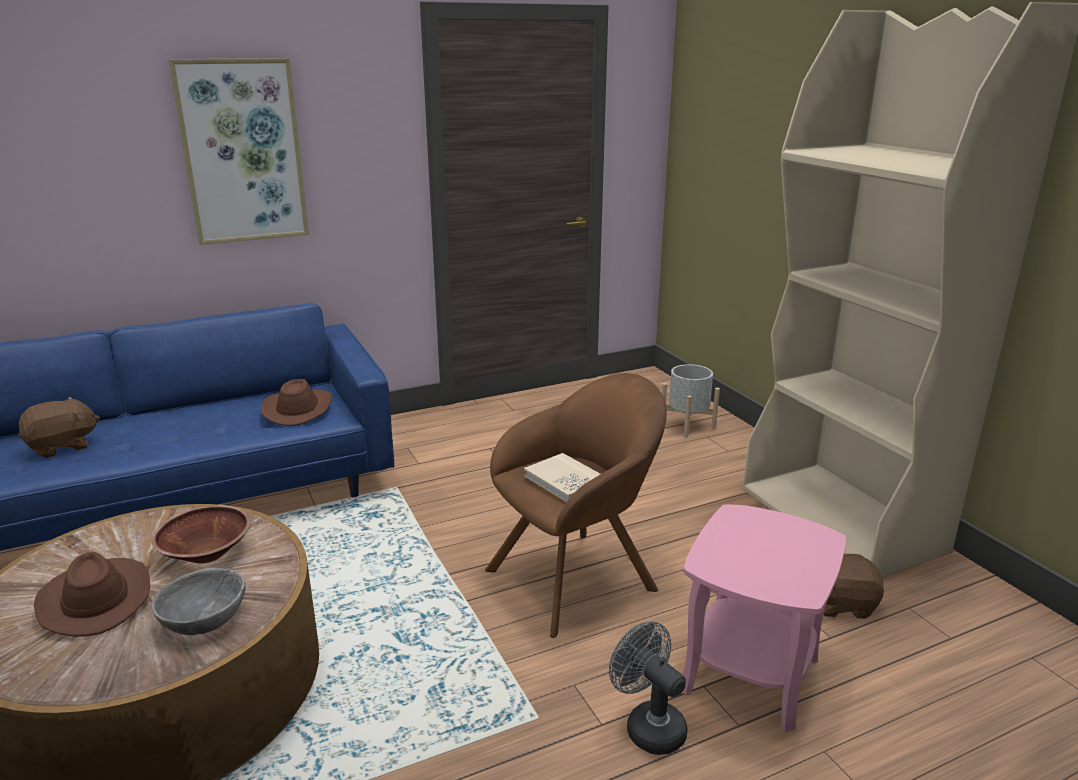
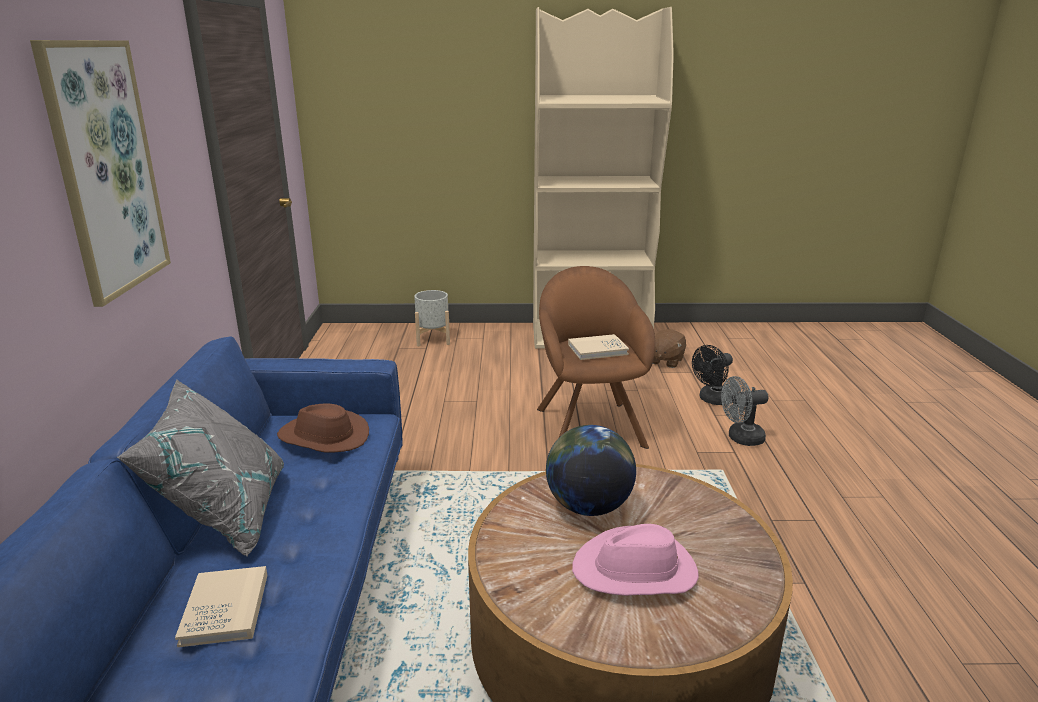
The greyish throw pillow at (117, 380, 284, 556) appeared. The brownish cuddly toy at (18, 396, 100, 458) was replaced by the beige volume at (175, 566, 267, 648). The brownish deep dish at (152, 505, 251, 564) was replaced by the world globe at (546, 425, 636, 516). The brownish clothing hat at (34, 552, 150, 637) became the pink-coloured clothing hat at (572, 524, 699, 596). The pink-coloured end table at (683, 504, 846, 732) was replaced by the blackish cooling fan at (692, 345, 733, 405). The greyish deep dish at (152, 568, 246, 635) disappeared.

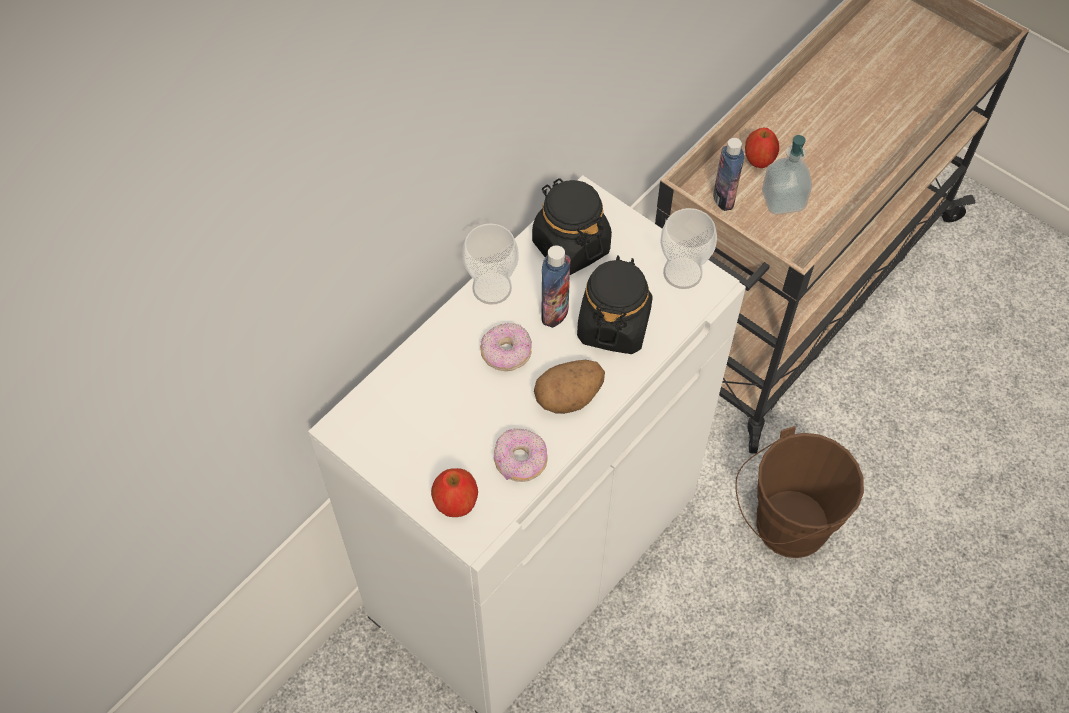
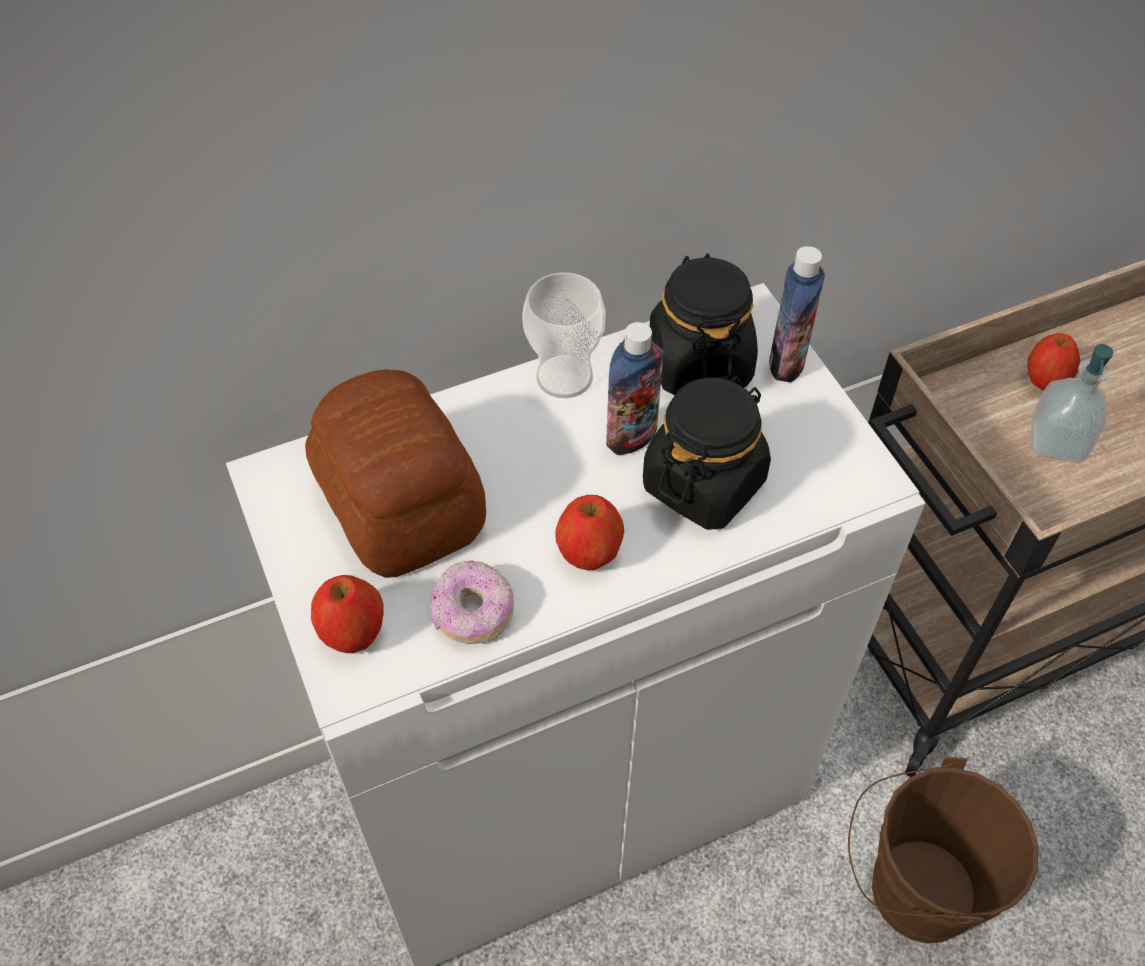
The bakery bread at (305, 370, 486, 578) appeared. The whole potato at (534, 360, 605, 414) was replaced by the apple at (555, 495, 624, 571). The drink bottle moved from (713, 138, 744, 211) to (769, 246, 825, 382). The doughnut at (480, 323, 532, 371) disappeared. The drinking cup at (660, 208, 717, 289) disappeared.

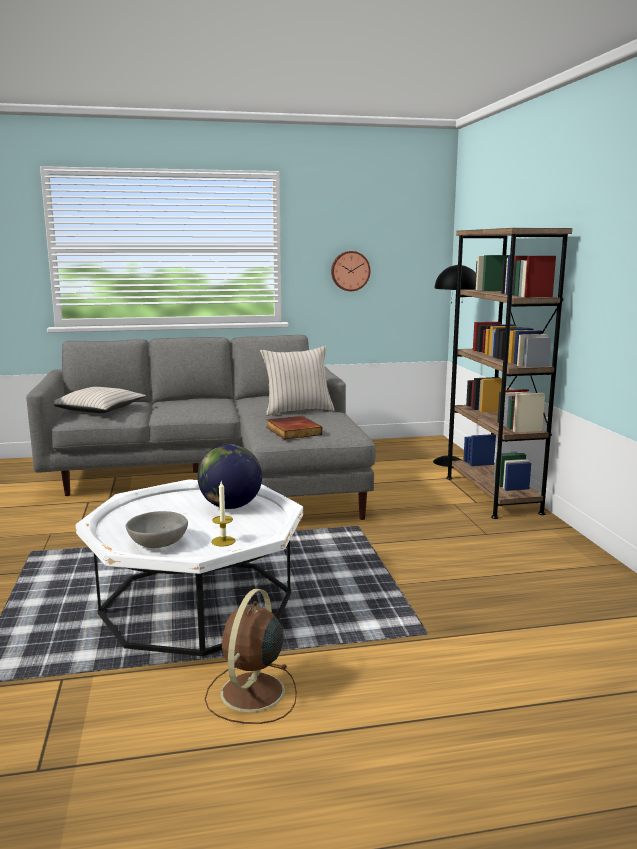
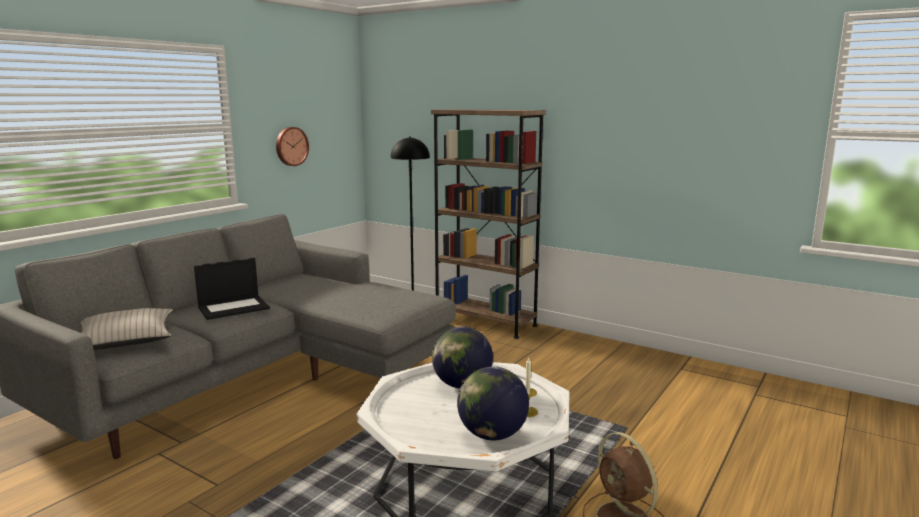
The notebook computer at (194, 258, 270, 320) appeared. The greyish deep dish at (126, 511, 188, 548) was replaced by the world globe at (457, 366, 529, 440). The beige throw pillow at (260, 346, 335, 416) disappeared. The volume at (266, 416, 322, 439) disappeared.

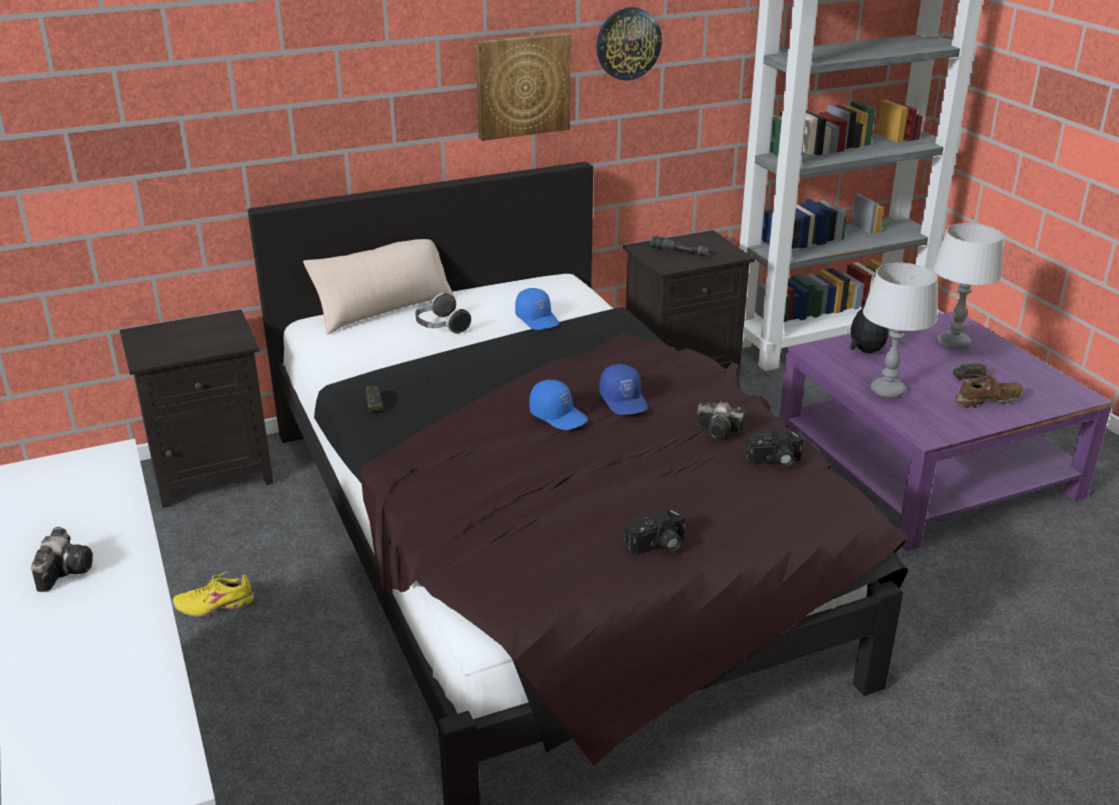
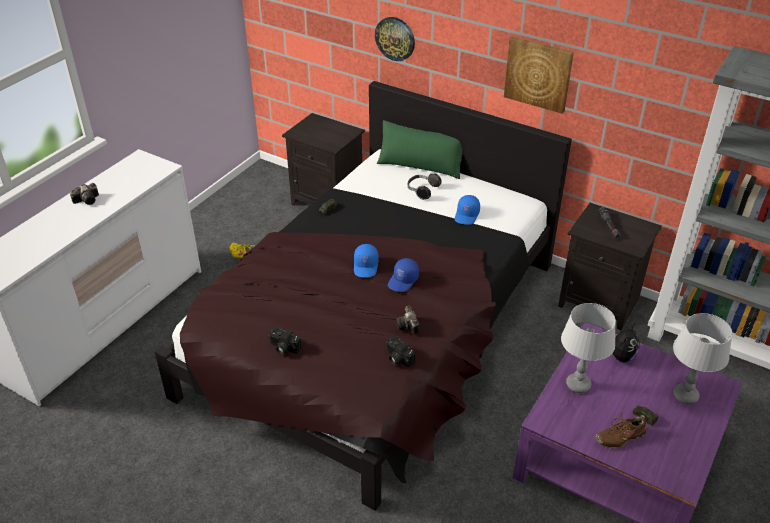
The hanging clock moved from (597, 7, 662, 81) to (375, 17, 415, 61). The beige throw pillow at (303, 239, 455, 334) became the greenish throw pillow at (377, 120, 463, 179). The brownish shoe at (956, 365, 1024, 408) turned 120 degrees clockwise.

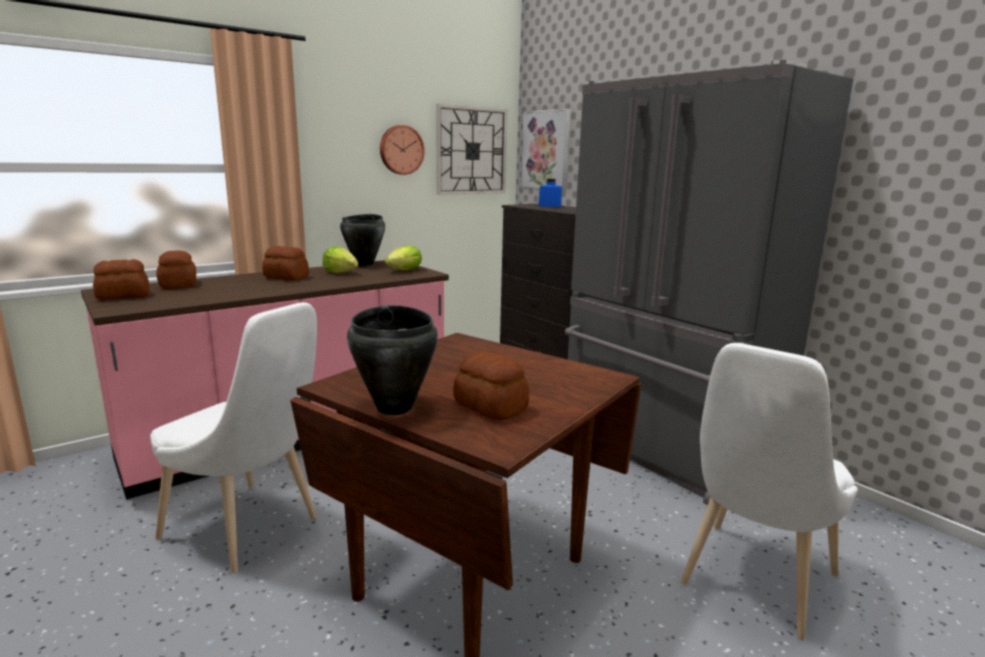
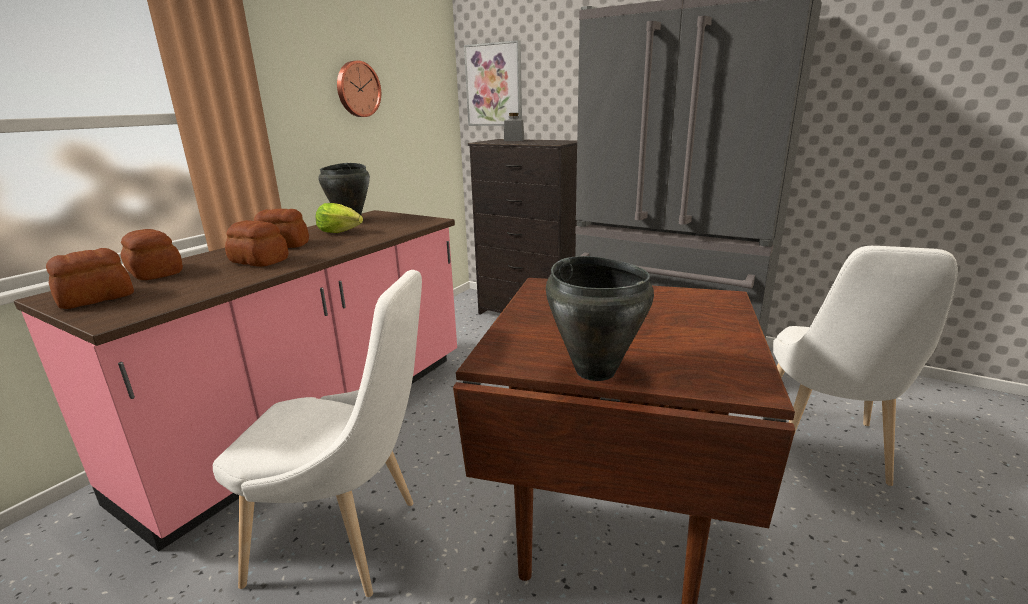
The bakery bread moved from (453, 351, 529, 420) to (225, 220, 289, 267). The blue-coloured storage jar at (538, 179, 562, 207) became the greyish storage jar at (504, 113, 524, 141). The head of lettuce at (385, 246, 422, 270) disappeared. The hanging clock at (436, 104, 508, 195) disappeared.

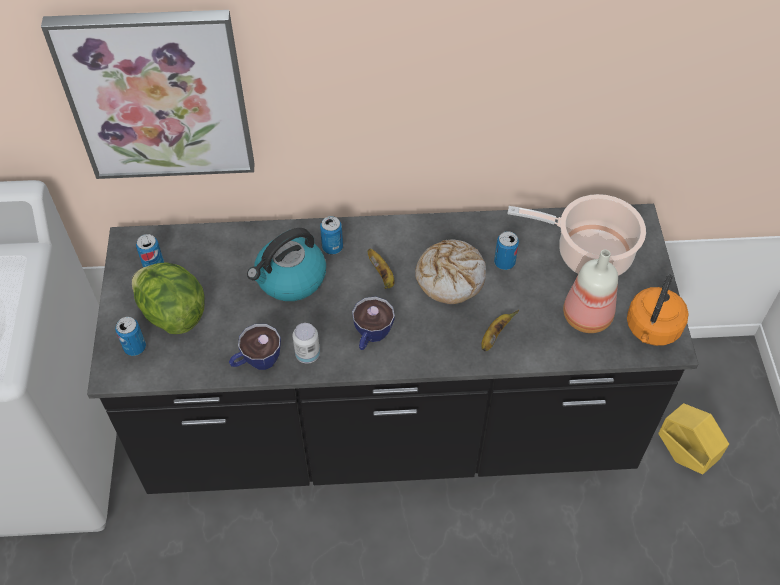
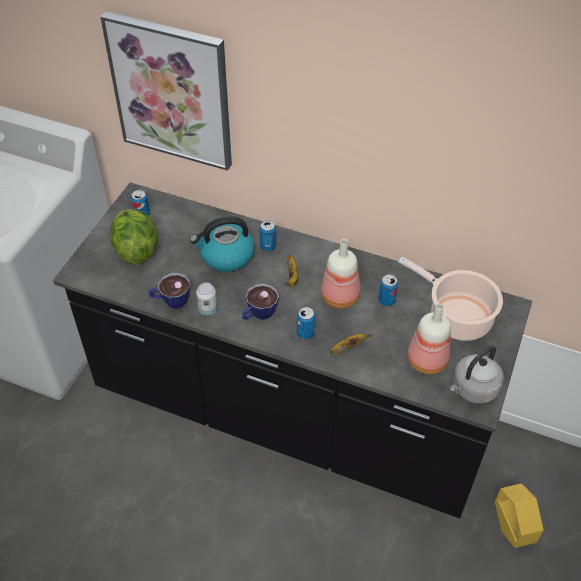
The sealed can moved from (115, 317, 146, 356) to (297, 307, 315, 339). The bakery bread at (415, 240, 486, 304) was replaced by the drink bottle at (321, 239, 360, 308). The orangey kettle at (627, 274, 688, 346) became the greyish kettle at (450, 345, 504, 404).

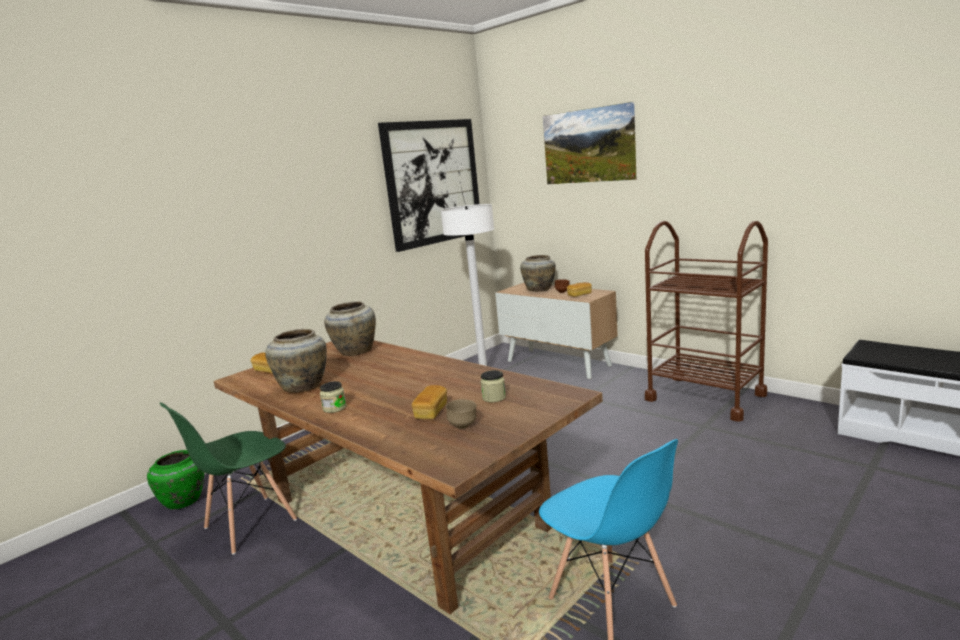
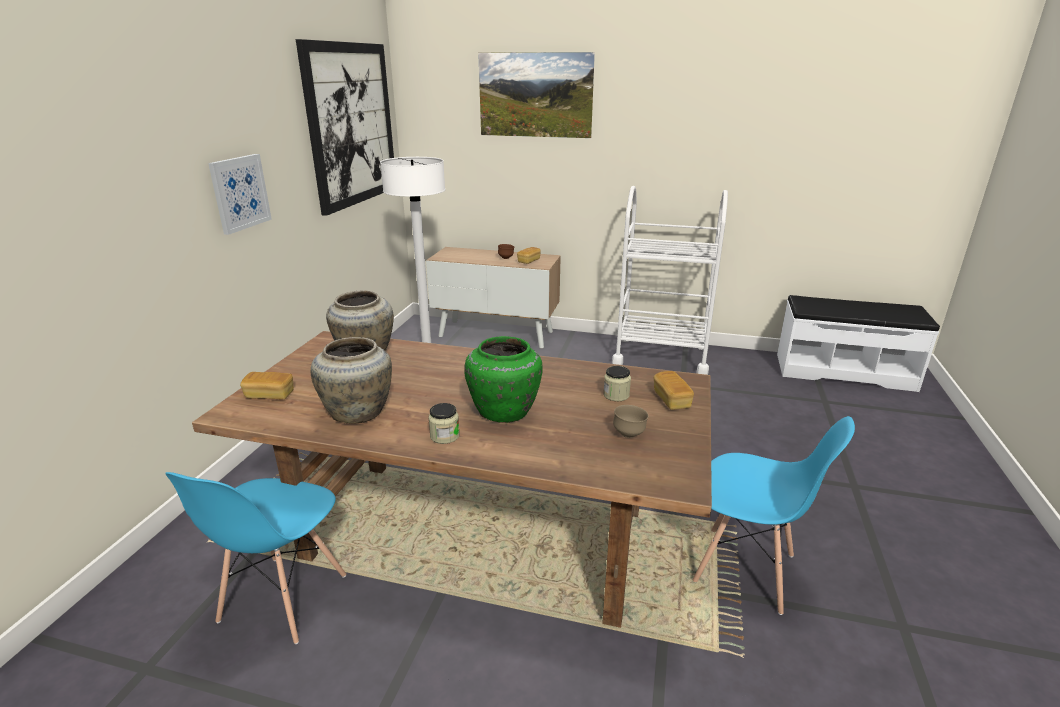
The greenish chair at (160, 402, 297, 555) became the blue-coloured chair at (165, 472, 346, 644). The wall picture at (208, 154, 272, 235) appeared. The greenish flower vase moved from (147, 450, 204, 509) to (464, 336, 543, 423). The brownish cart at (645, 221, 768, 422) became the white cart at (612, 186, 728, 375). The bakery bread moved from (412, 385, 447, 419) to (654, 371, 694, 410). The beige flower vase at (520, 255, 556, 292) disappeared.

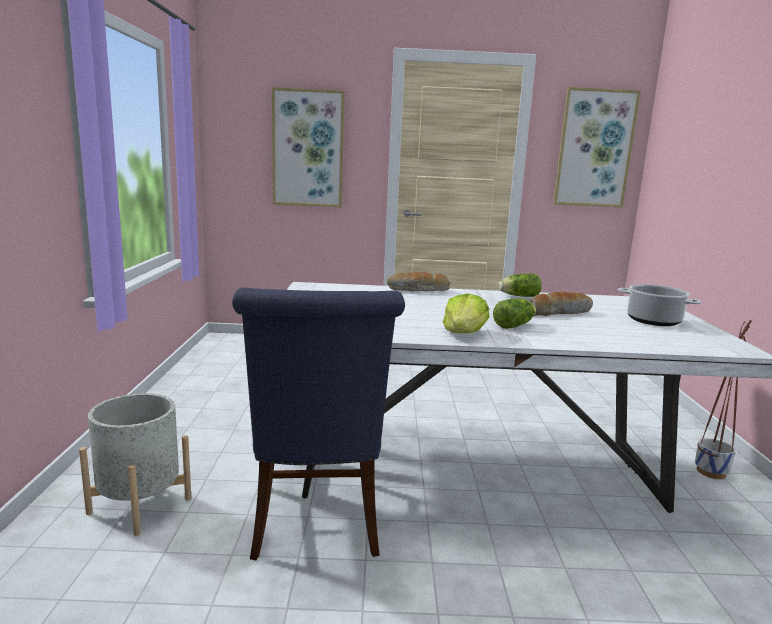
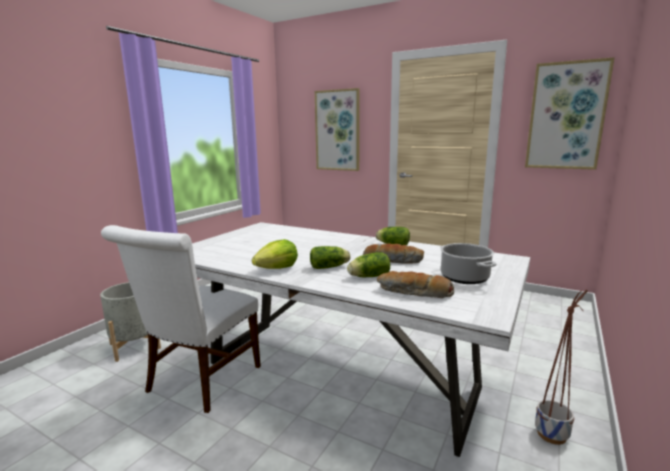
The blue-coloured chair at (232, 288, 405, 560) became the white chair at (101, 225, 261, 413). The head of lettuce at (347, 252, 390, 277) appeared. The bakery bread moved from (387, 272, 450, 291) to (377, 271, 454, 298).

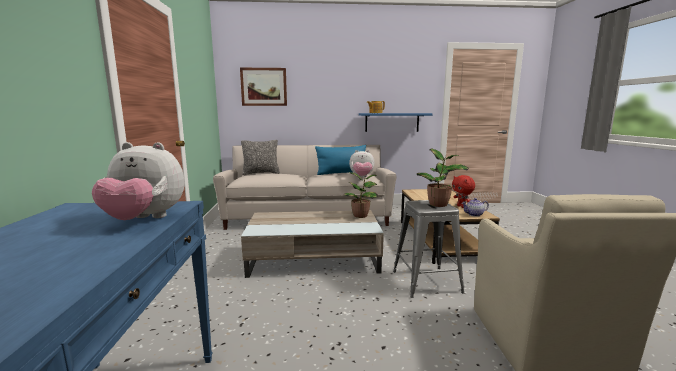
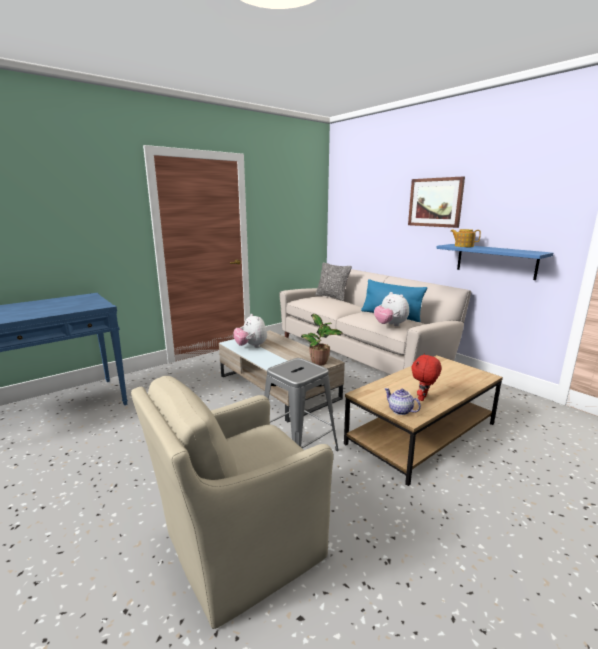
The cuddly toy moved from (92, 142, 185, 220) to (233, 314, 267, 348). The wall picture moved from (240, 68, 287, 106) to (408, 176, 465, 228). The plant in a pot at (417, 149, 469, 207) disappeared.

